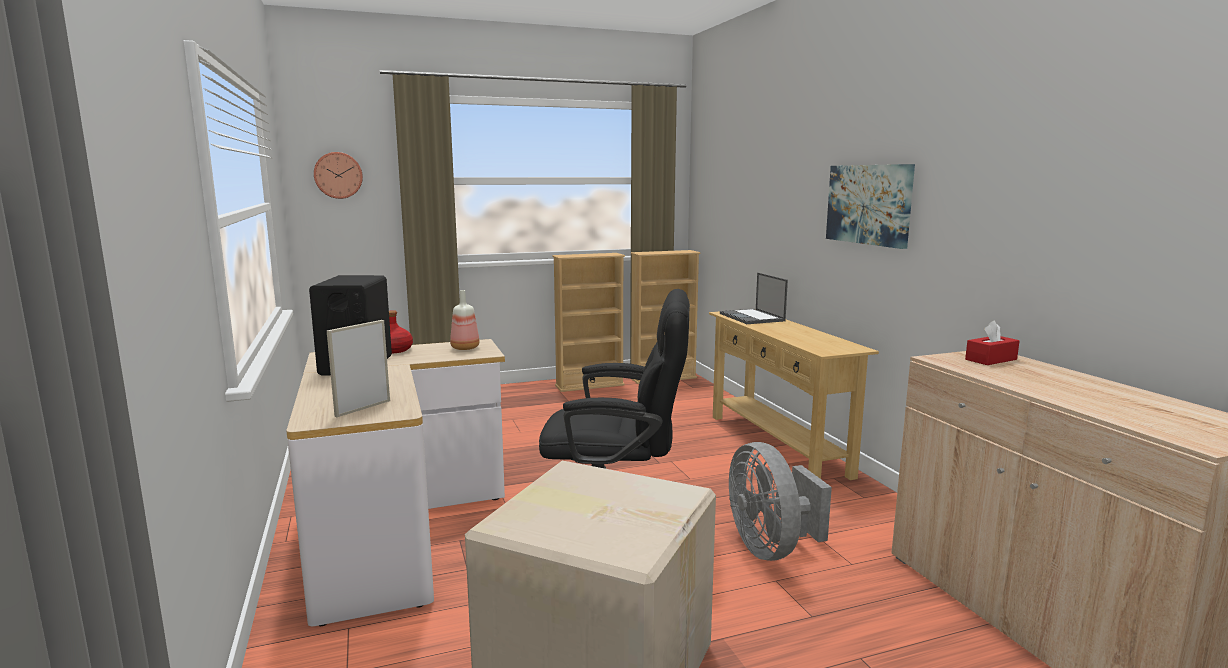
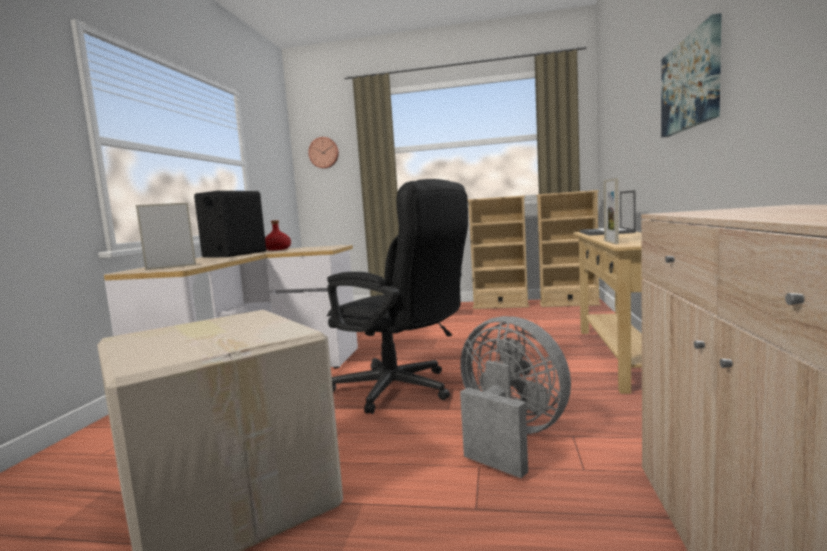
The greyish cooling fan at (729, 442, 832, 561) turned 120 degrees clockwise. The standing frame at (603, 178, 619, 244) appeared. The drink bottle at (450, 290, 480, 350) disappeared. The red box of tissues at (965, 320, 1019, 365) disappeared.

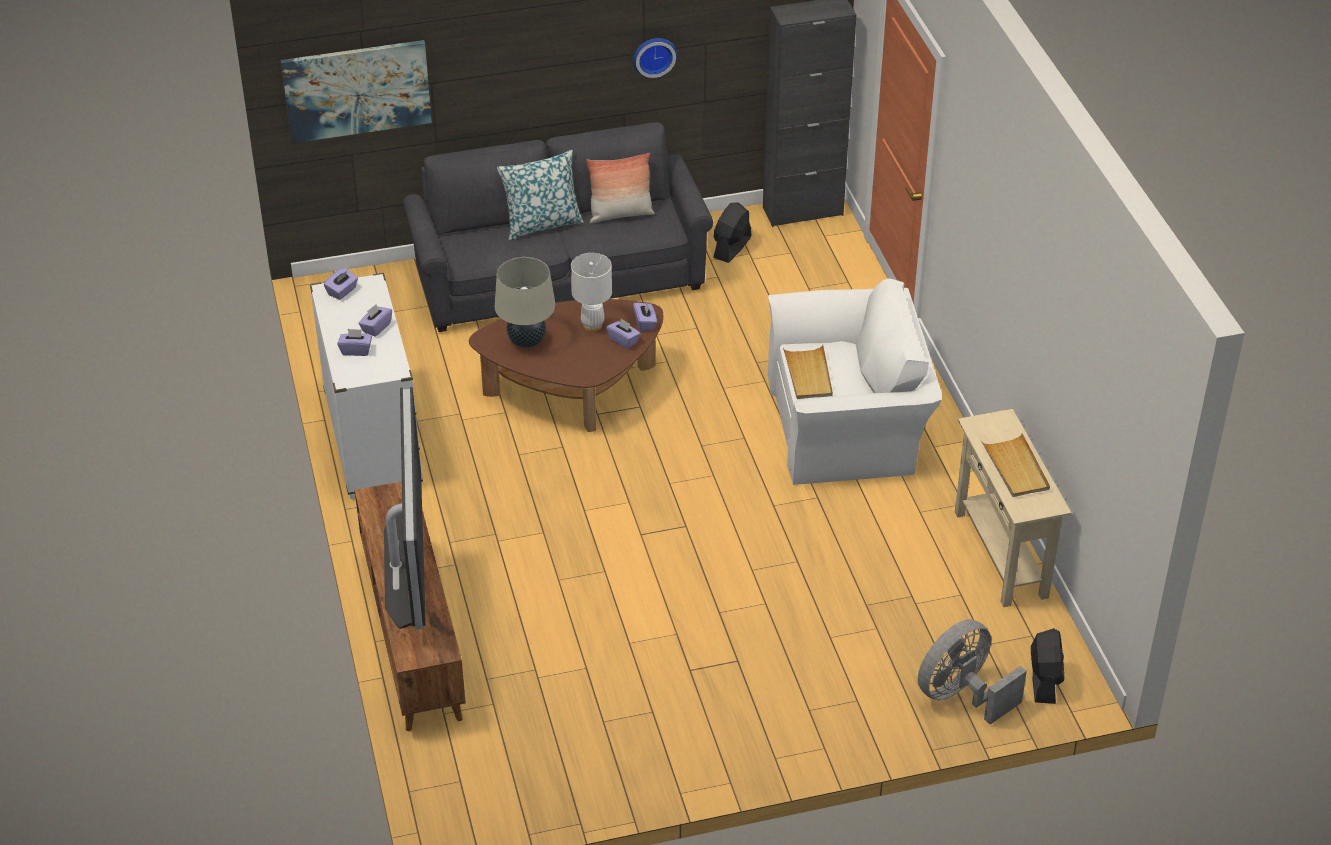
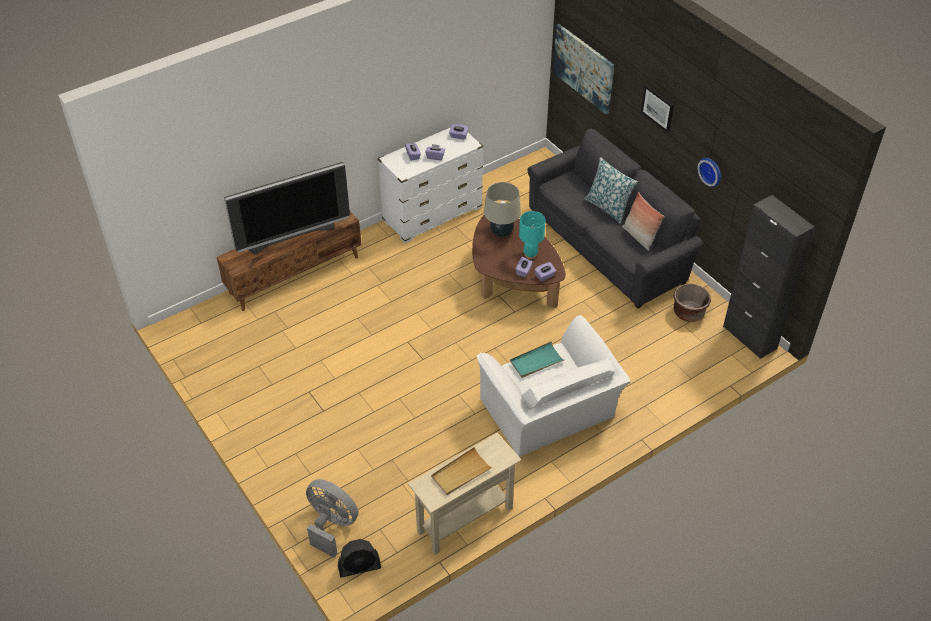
The beige tray at (783, 345, 833, 399) became the turquoise-coloured tray at (510, 341, 564, 378). The white lamp for a table at (571, 253, 612, 331) became the turquoise-coloured lamp for a table at (519, 211, 546, 259). The wall picture at (641, 85, 674, 133) appeared. The blackish cooling fan at (713, 202, 751, 263) was replaced by the brownish plant pot at (674, 284, 711, 322).

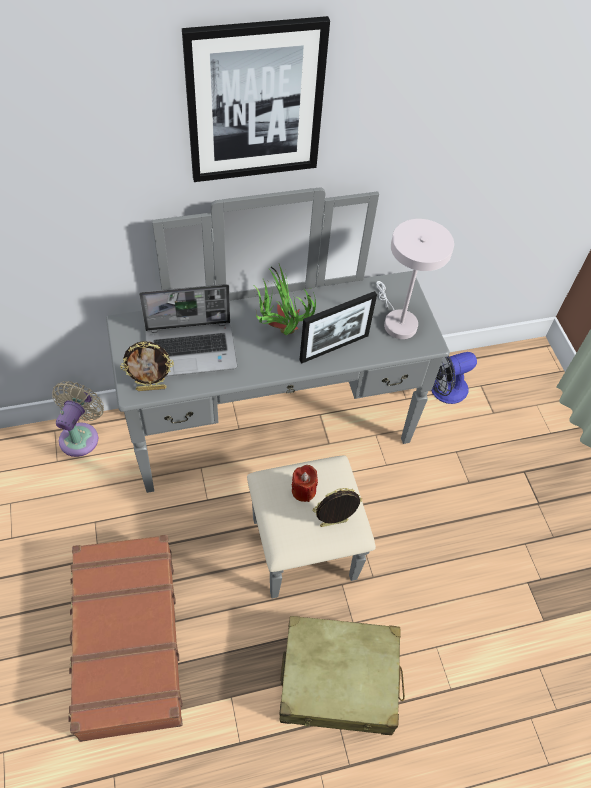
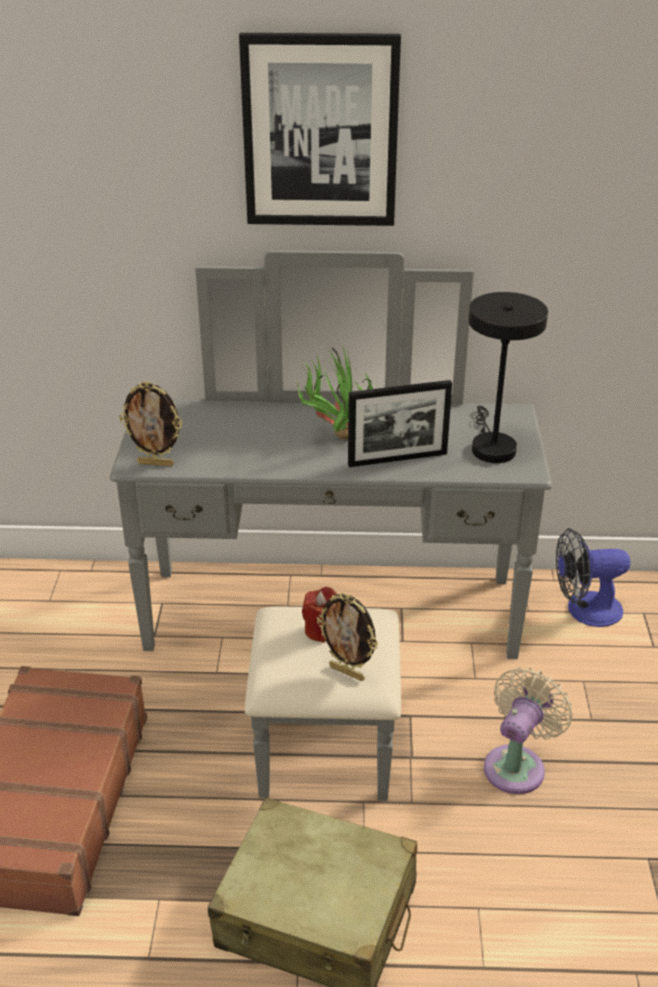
The standing frame at (313, 488, 362, 527) turned 150 degrees counterclockwise. The white lamp for a table at (376, 219, 454, 339) became the blackish lamp for a table at (468, 292, 548, 463). The beige cooling fan moved from (52, 381, 104, 457) to (484, 667, 573, 794). The notebook computer at (139, 284, 237, 376) disappeared.

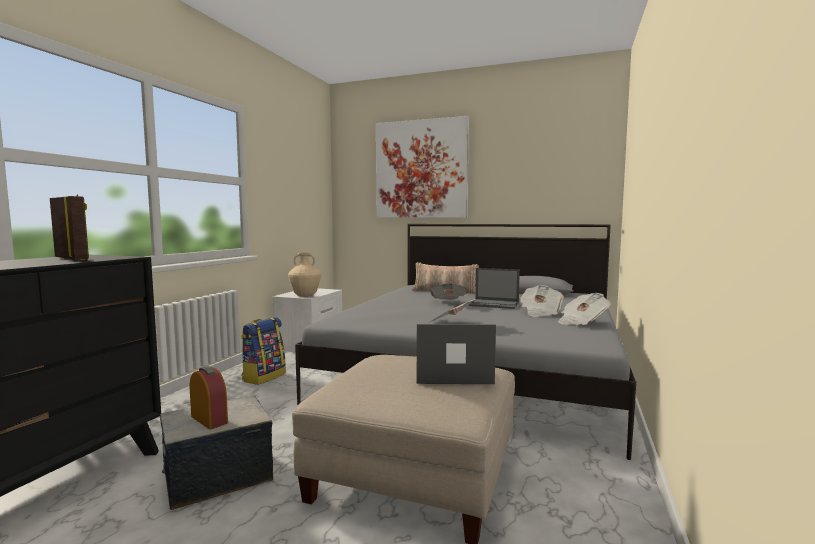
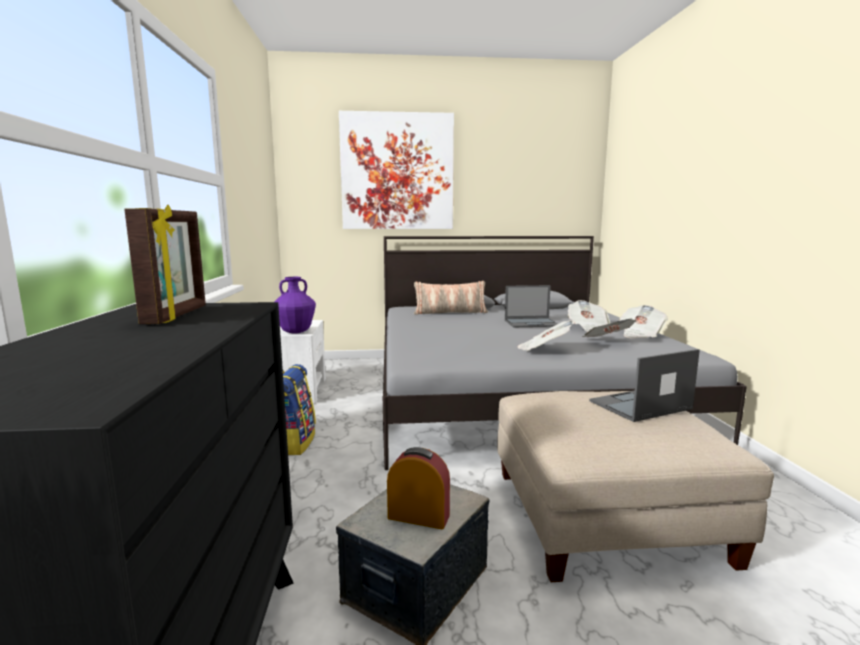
The standing frame at (50, 195, 89, 260) turned 75 degrees clockwise. The beige flower vase at (288, 253, 321, 297) became the purplish flower vase at (275, 277, 316, 334). The printed paper moved from (429, 284, 467, 300) to (582, 319, 636, 337).

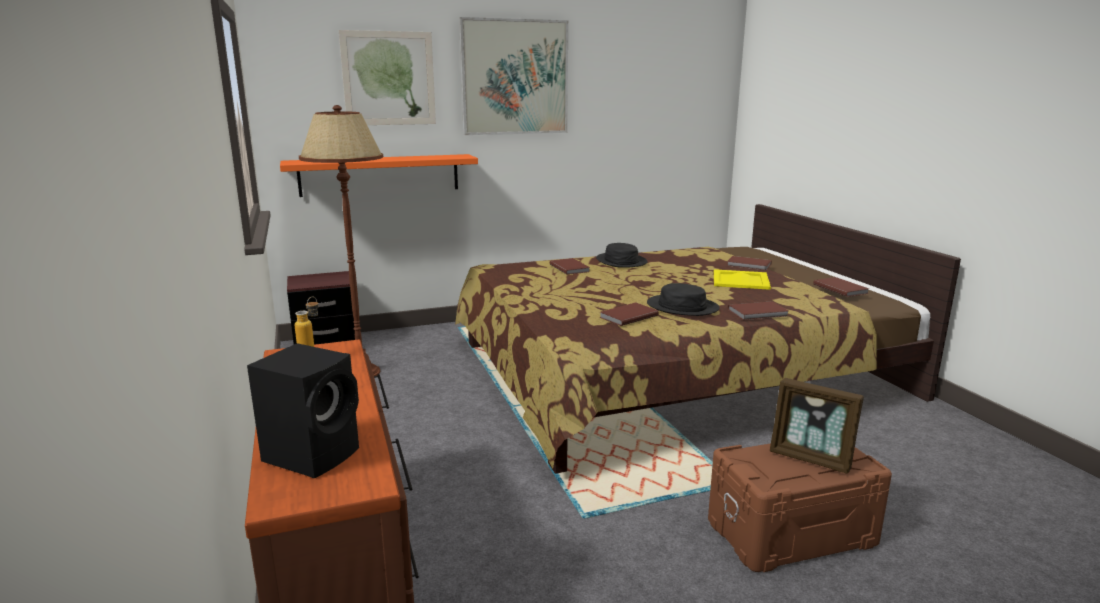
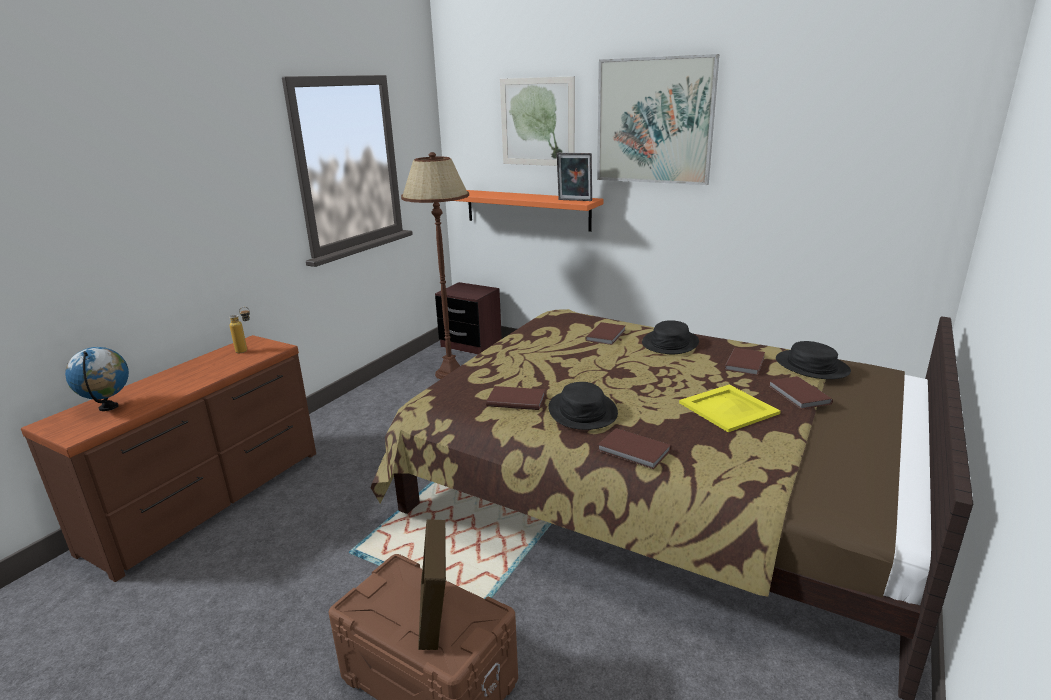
The blackish loudspeaker at (247, 343, 359, 478) was replaced by the world globe at (65, 347, 129, 411). The standing frame at (557, 153, 592, 201) appeared. The brownish volume moved from (813, 277, 869, 297) to (725, 348, 765, 375). The blackish clothing hat at (776, 341, 851, 379) appeared.

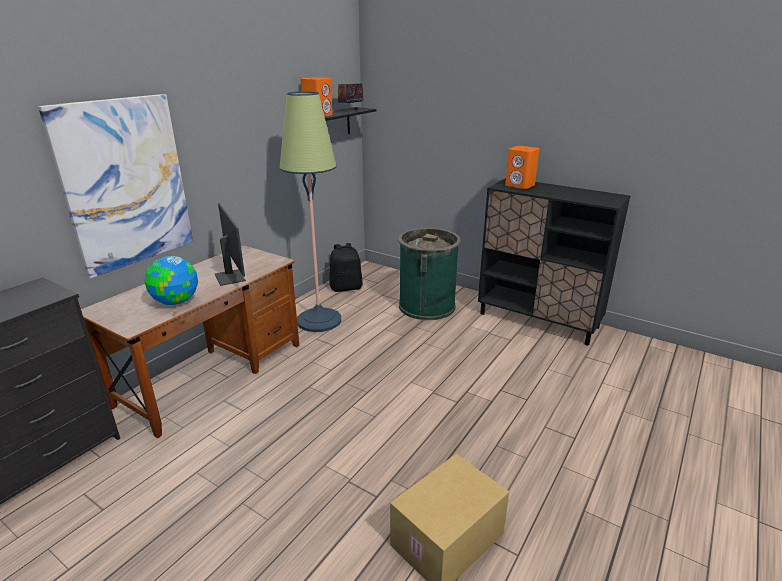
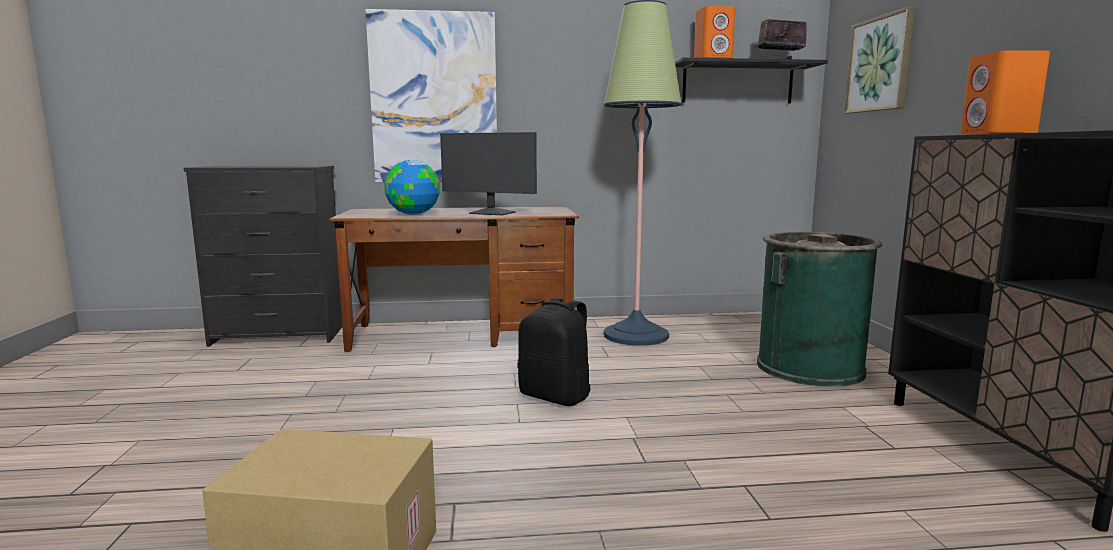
The computer screen at (215, 203, 246, 286) turned 90 degrees clockwise. The blackish backpack moved from (329, 243, 363, 292) to (517, 297, 591, 406). The wall picture at (844, 6, 915, 114) appeared.

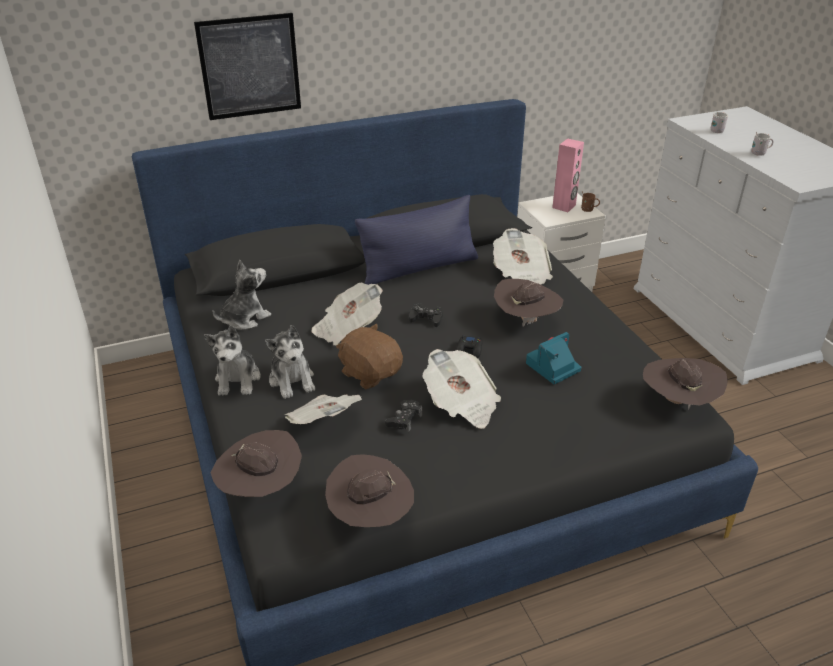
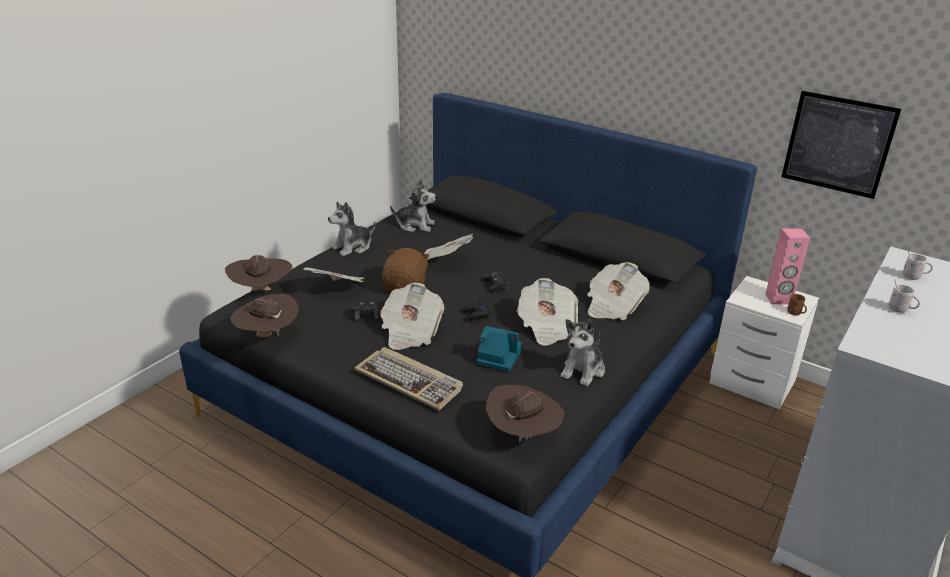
The computer keyboard at (355, 347, 463, 411) appeared. The brownish clothing hat at (494, 279, 563, 327) was replaced by the printed paper at (517, 278, 578, 346). The cuddly toy moved from (265, 325, 315, 399) to (560, 319, 605, 387). The wall picture moved from (194, 13, 301, 120) to (781, 91, 901, 199). The blue-coloured throw pillow at (355, 195, 478, 285) disappeared.

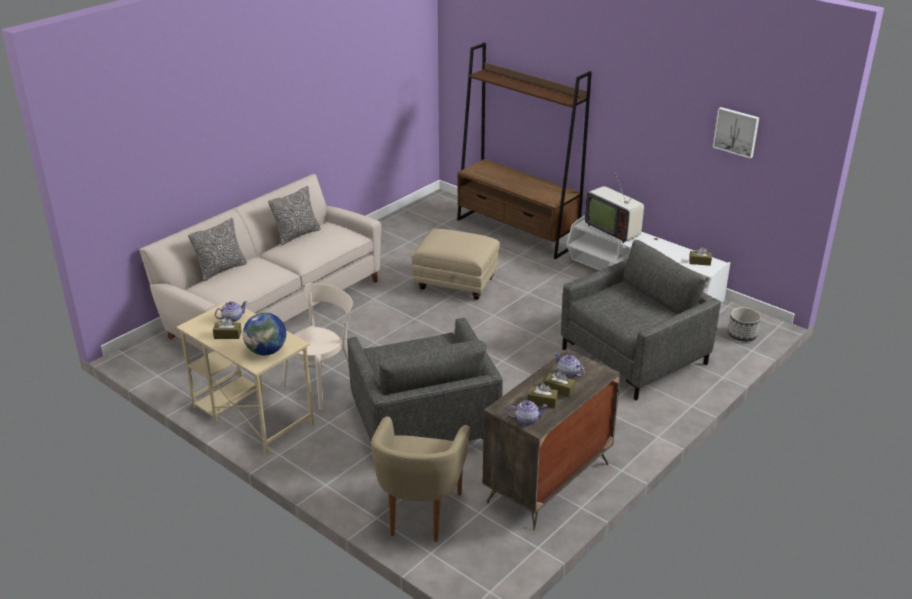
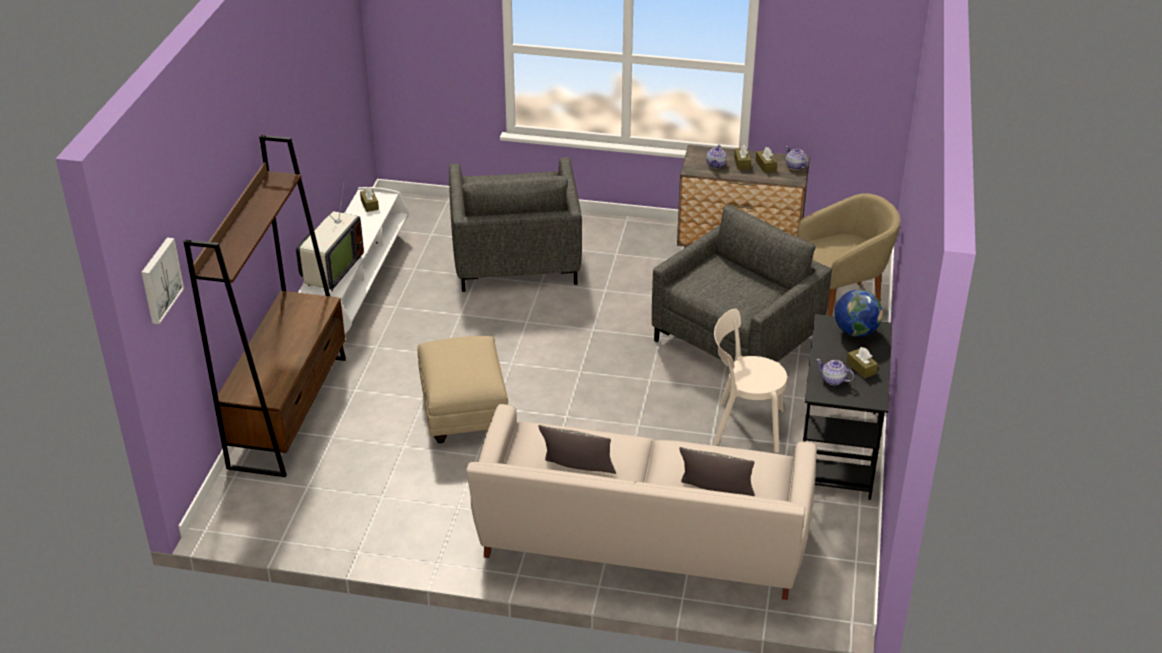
The wall picture moved from (713, 107, 759, 159) to (141, 238, 184, 324). The greyish easy chair at (561, 240, 721, 400) turned 120 degrees counterclockwise. The beige desk at (176, 300, 314, 455) became the blackish desk at (803, 314, 892, 500). The plant pot at (728, 307, 761, 341) disappeared.

